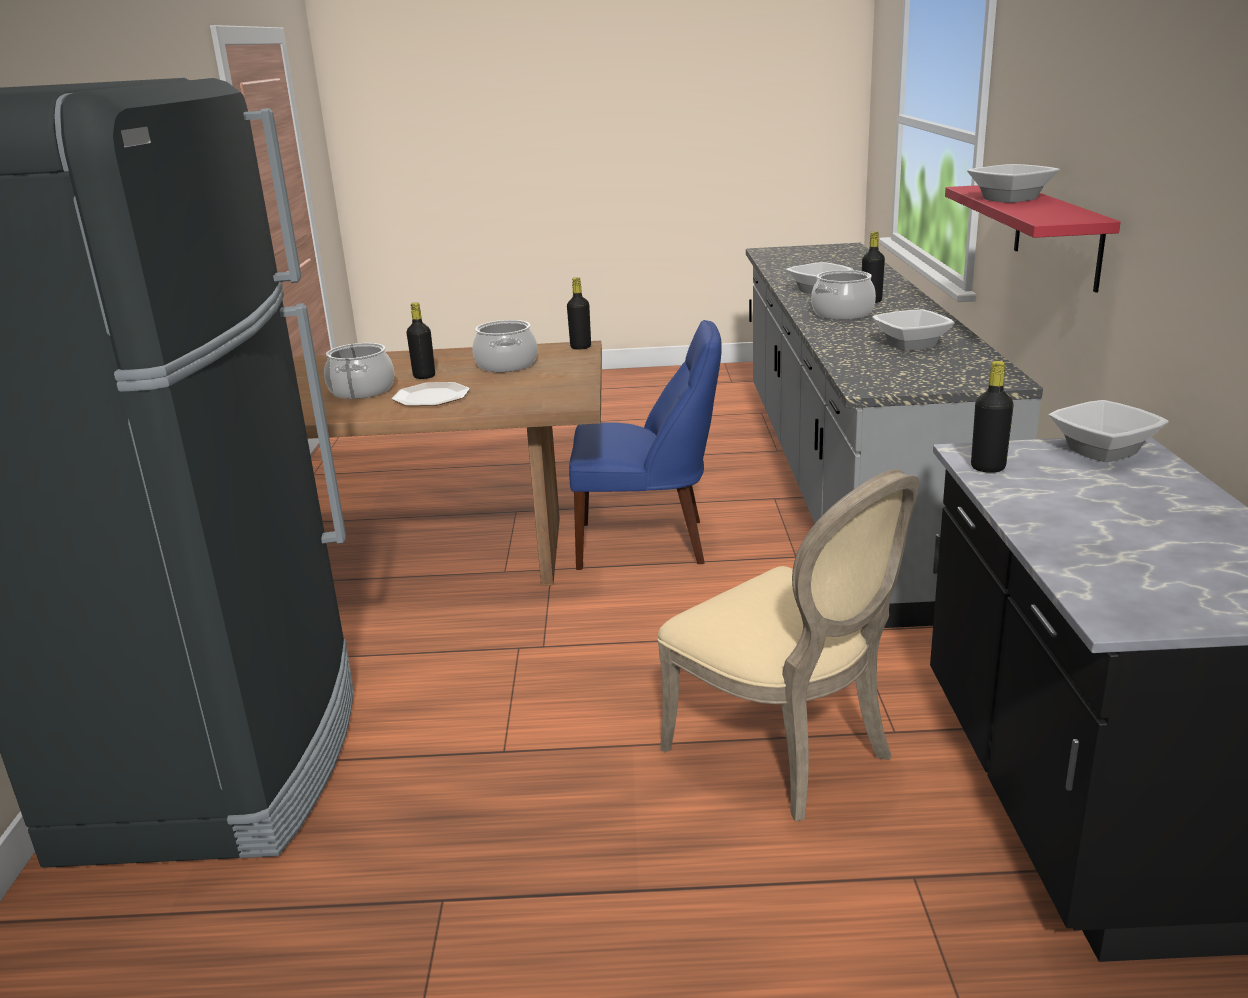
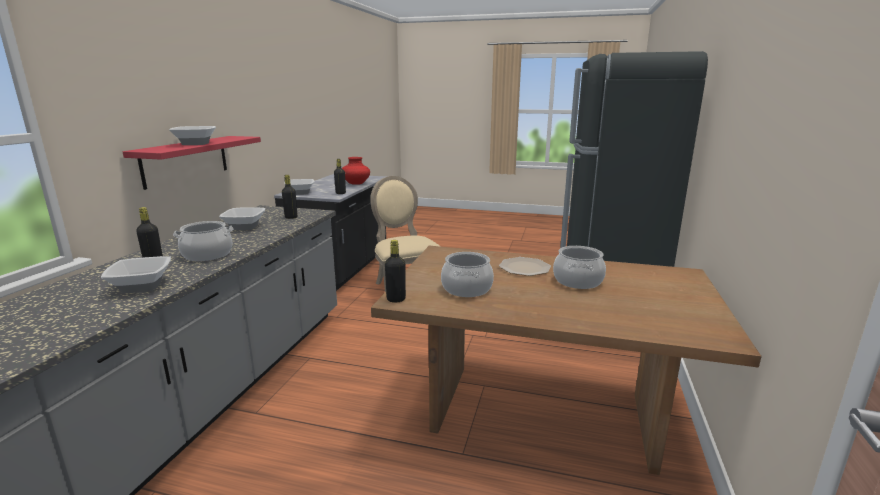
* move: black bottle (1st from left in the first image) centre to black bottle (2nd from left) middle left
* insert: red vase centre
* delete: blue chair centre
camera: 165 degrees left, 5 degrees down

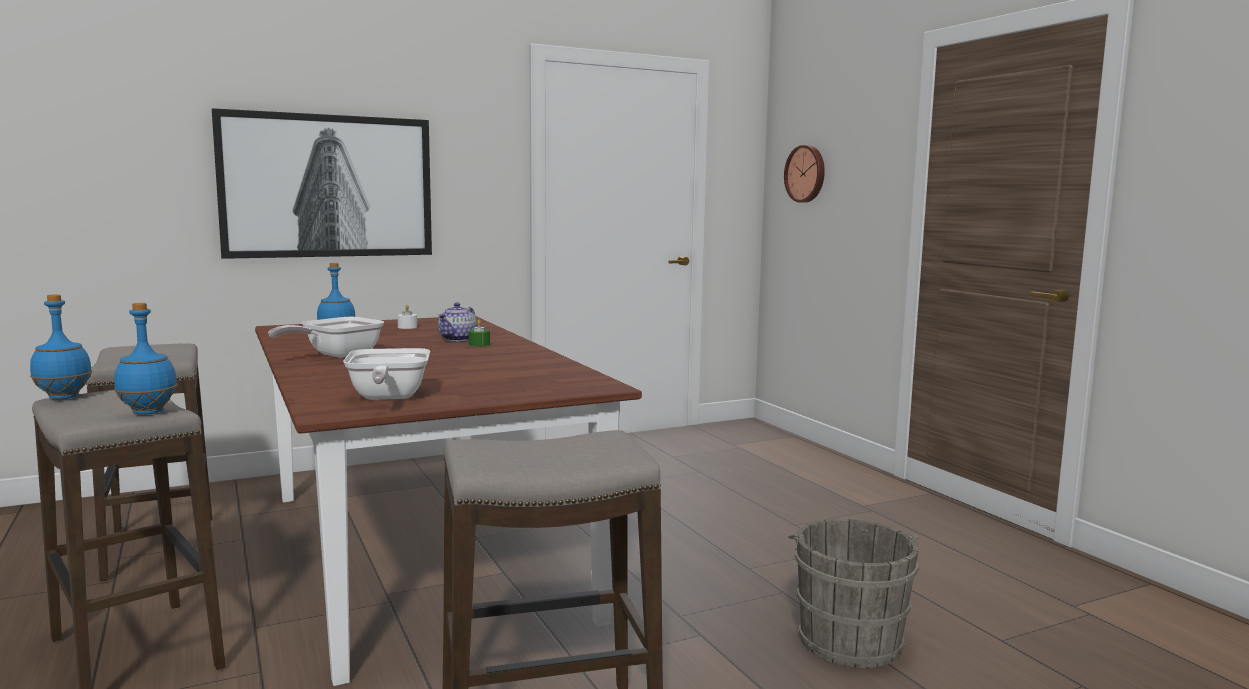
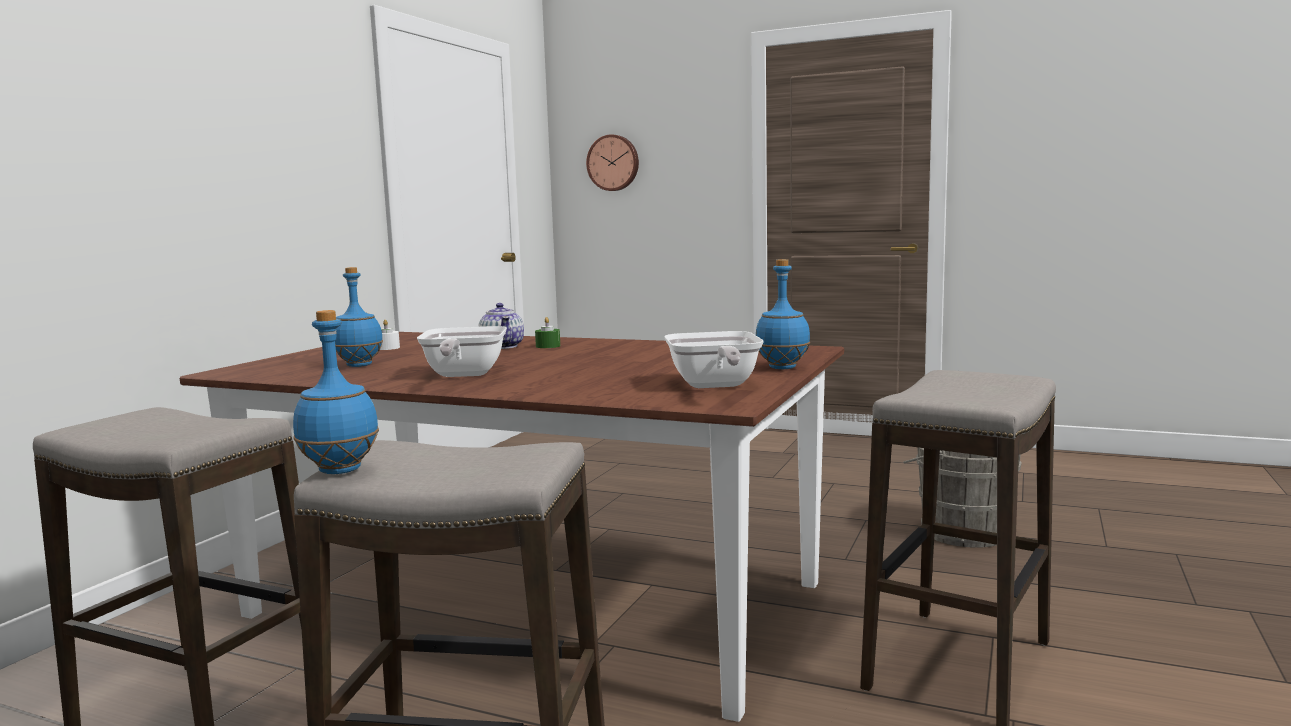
* rotate: frying pan (2nd from left) middle left = centre 45 degrees clockwise
* move: blue bottle (2nd from left in the first image) middle left to blue bottle (3rd from left) centre
* delete: picture top left
camera: 40 degrees left, 0 degrees up

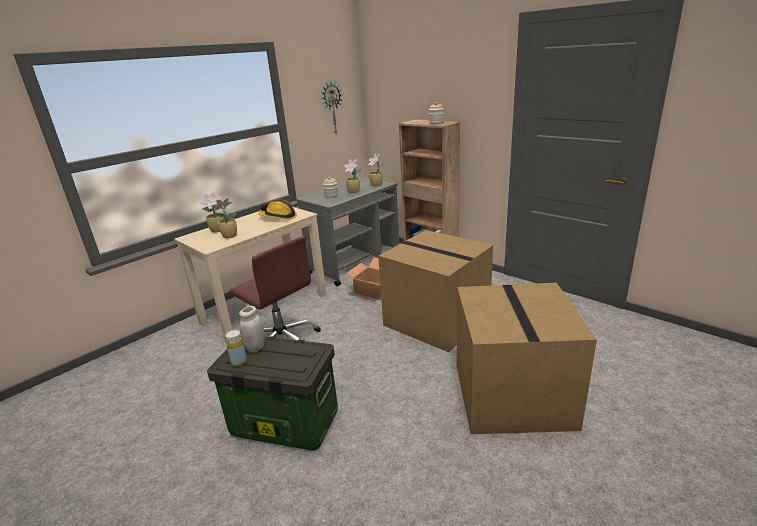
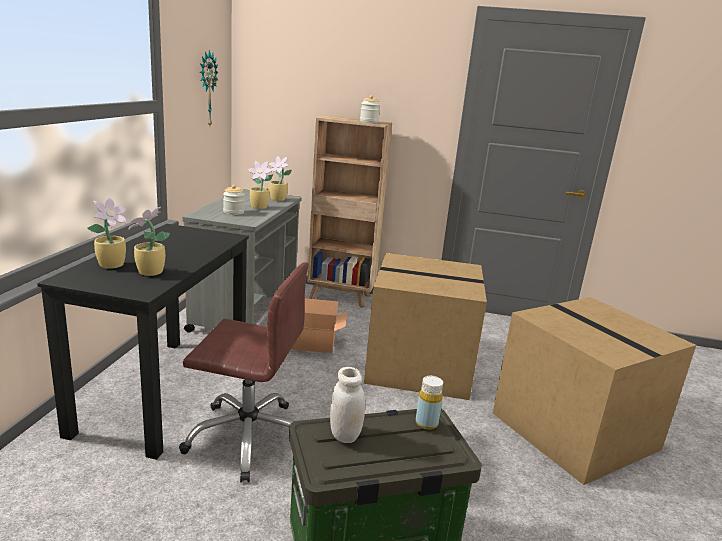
* recolor: beige desk middle left to black desk middle left
* move: yellow bottle middle left to bottom centre
* delete: hard hat centre
camera: 35 degrees left, 5 degrees down

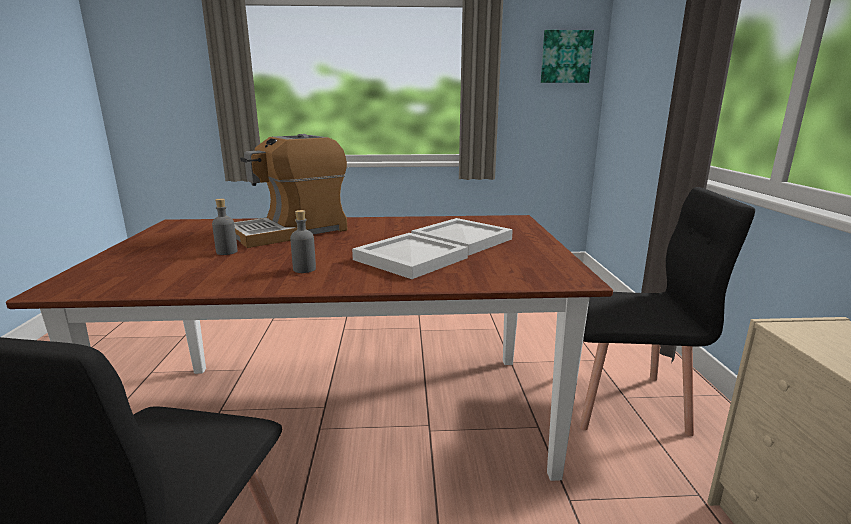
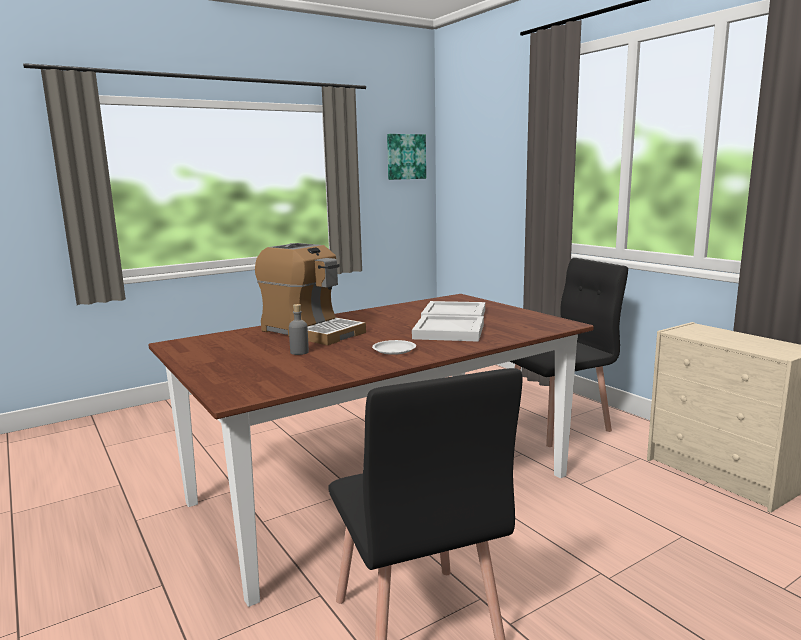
* rotate: coffee machine centre = centre 75 degrees counterclockwise
* replace: grey bottle (2nd from left) centre to white plate centre
camera: 30 degrees left, 5 degrees down

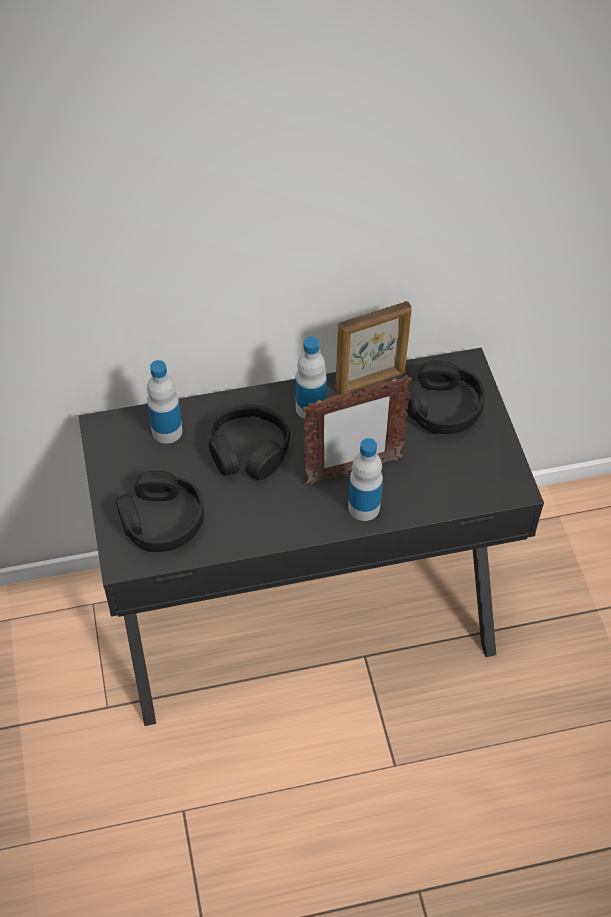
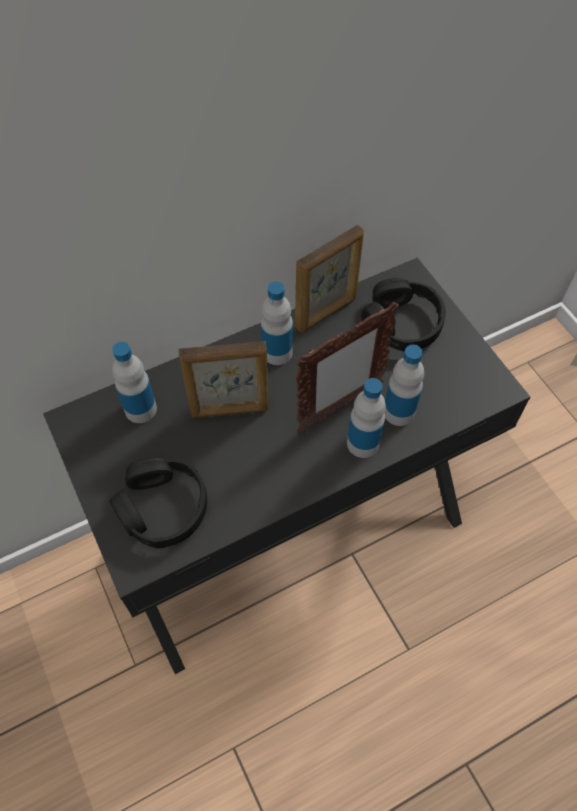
* replace: black headphones (2nd from left) centre to picture frame (1st from left) centre
* insert: bottle (4th from left) middle right
camera: 15 degrees left, 5 degrees up

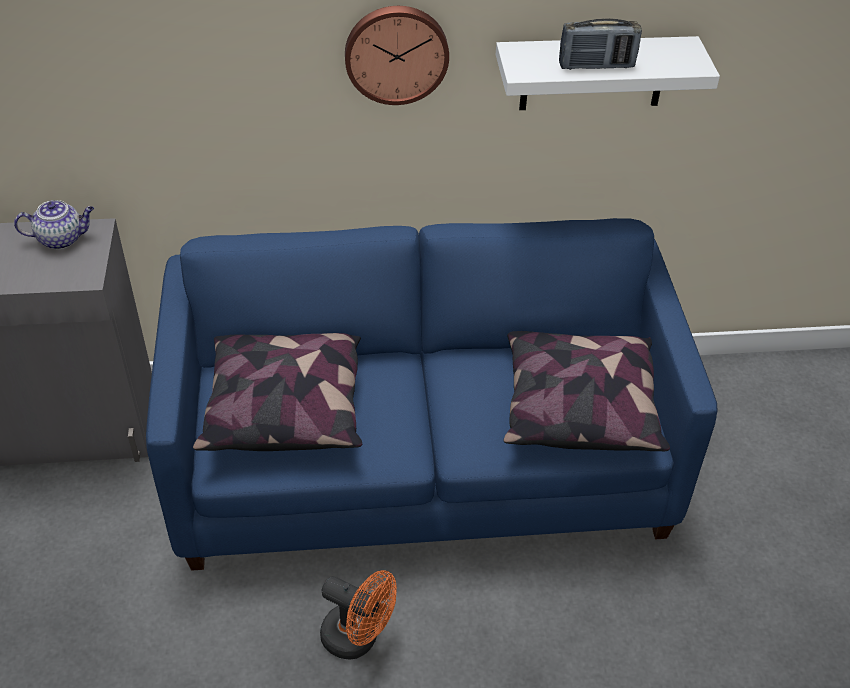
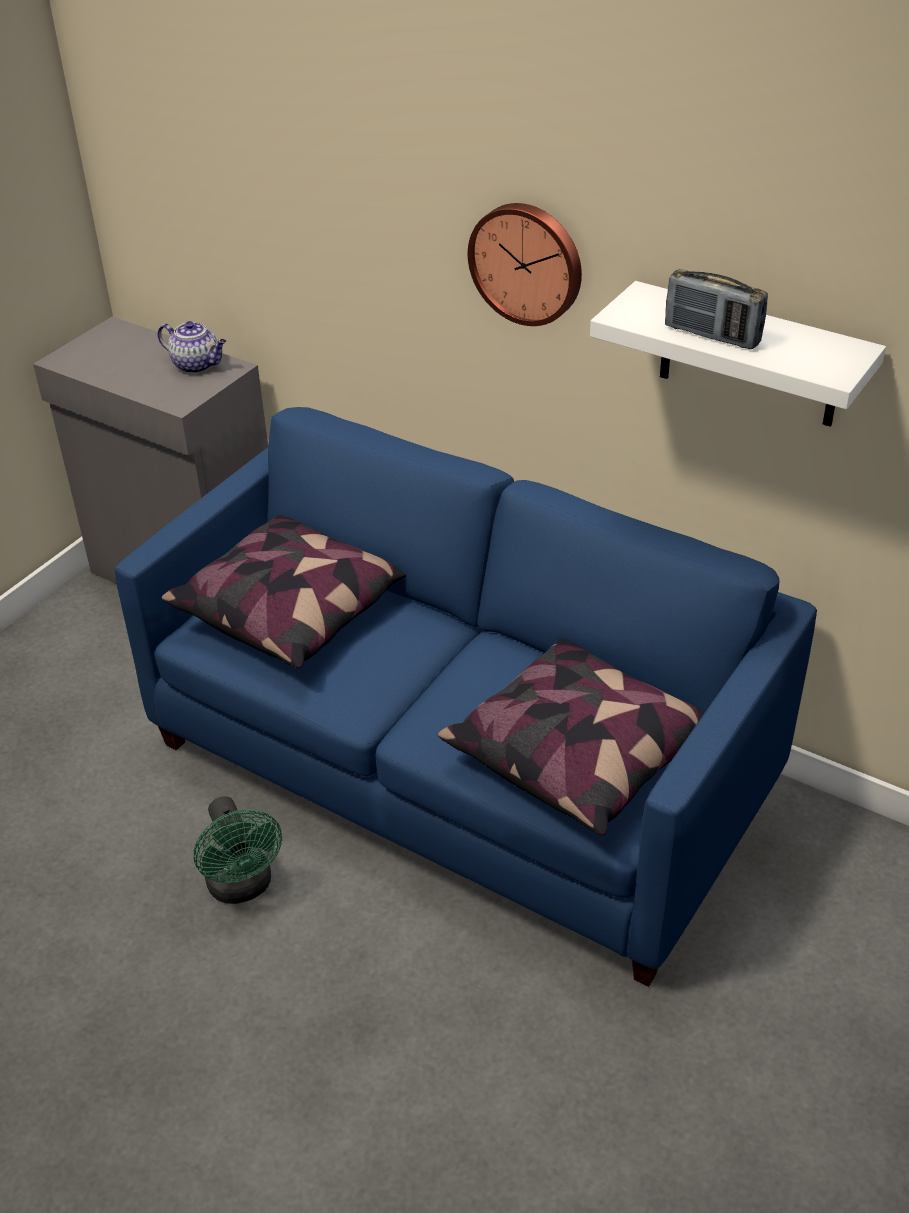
* recolor: orange fan bottom centre to green fan bottom left
camera: 40 degrees right, 5 degrees down

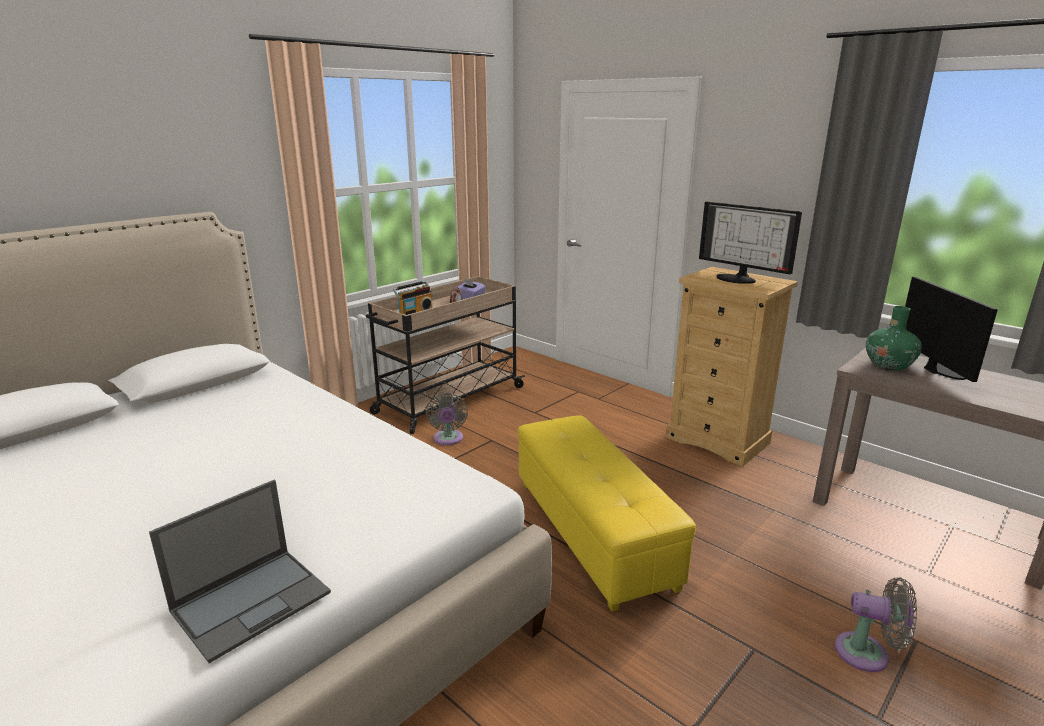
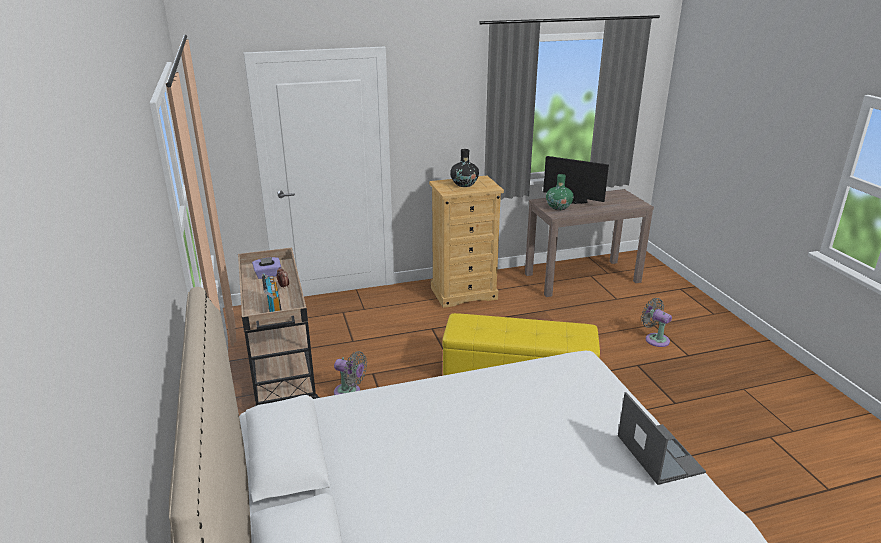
* replace: monitor (1st from left) middle right to black vase top centre
* rotate: grey fan (2nd from left) bottom right = middle right 90 degrees counterclockwise
camera: 60 degrees left, 5 degrees up

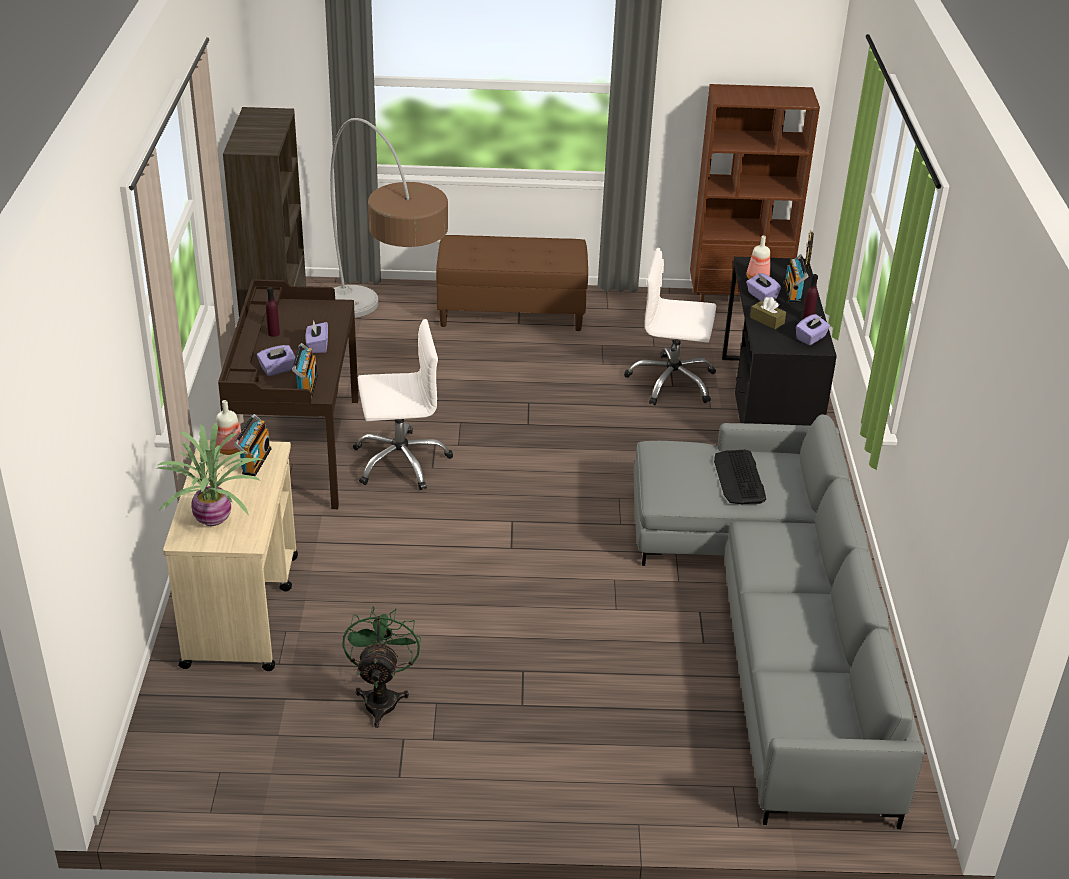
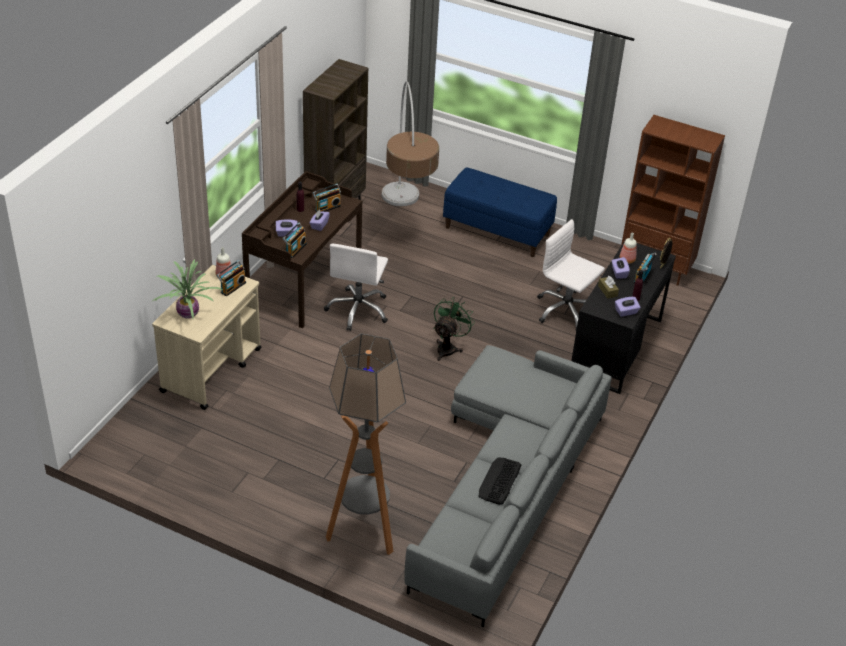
* insert: radio (3rd from left) top centre
* rotate: white office chair (1st from left) centre = centre 90 degrees clockwise
* insert: floor lamp (1st from left) bottom centre
* move: green fan bottom centre to centre
* recolor: brown bench top centre to blue bench top centre
* move: keyboard middle right to bottom centre
camera: 25 degrees right, 5 degrees up

